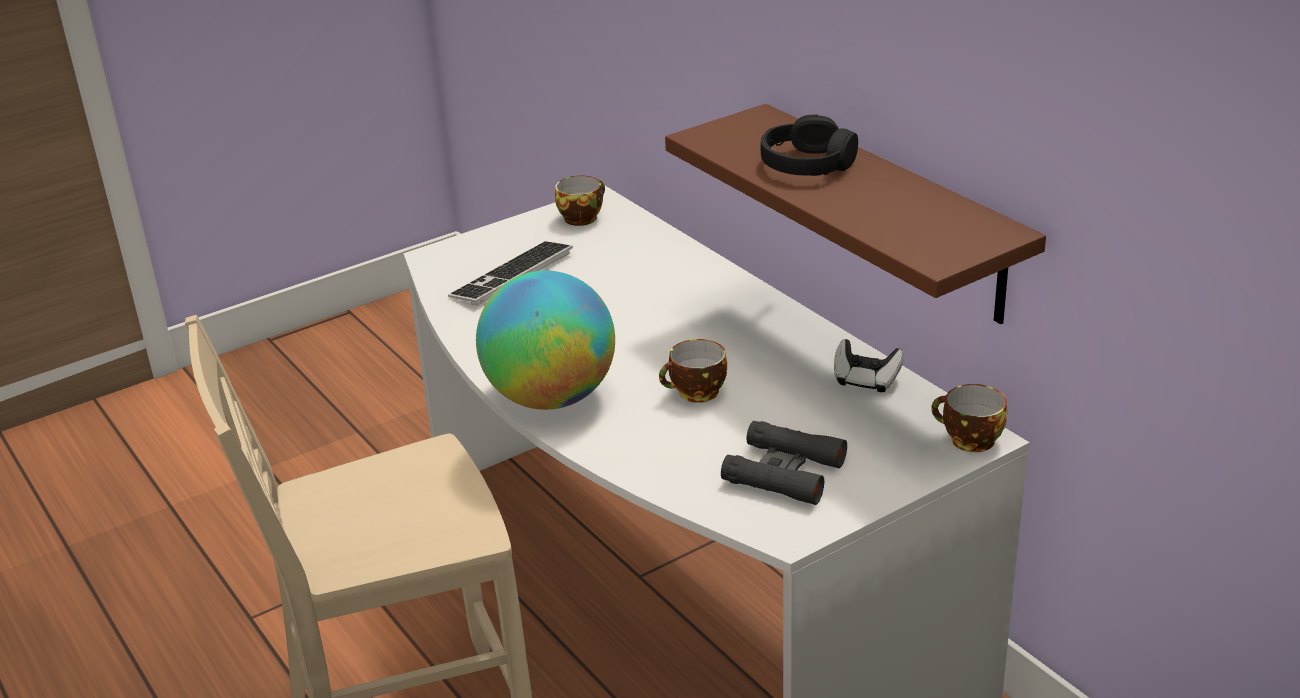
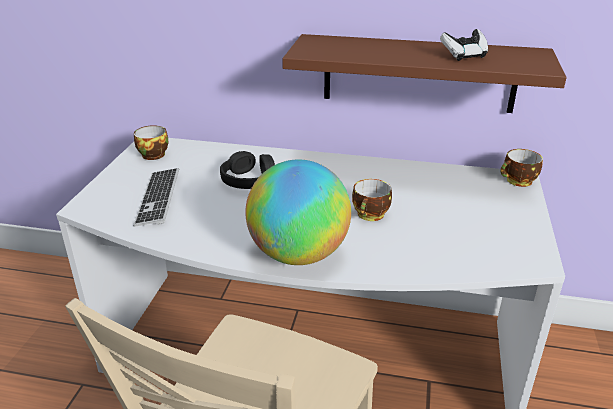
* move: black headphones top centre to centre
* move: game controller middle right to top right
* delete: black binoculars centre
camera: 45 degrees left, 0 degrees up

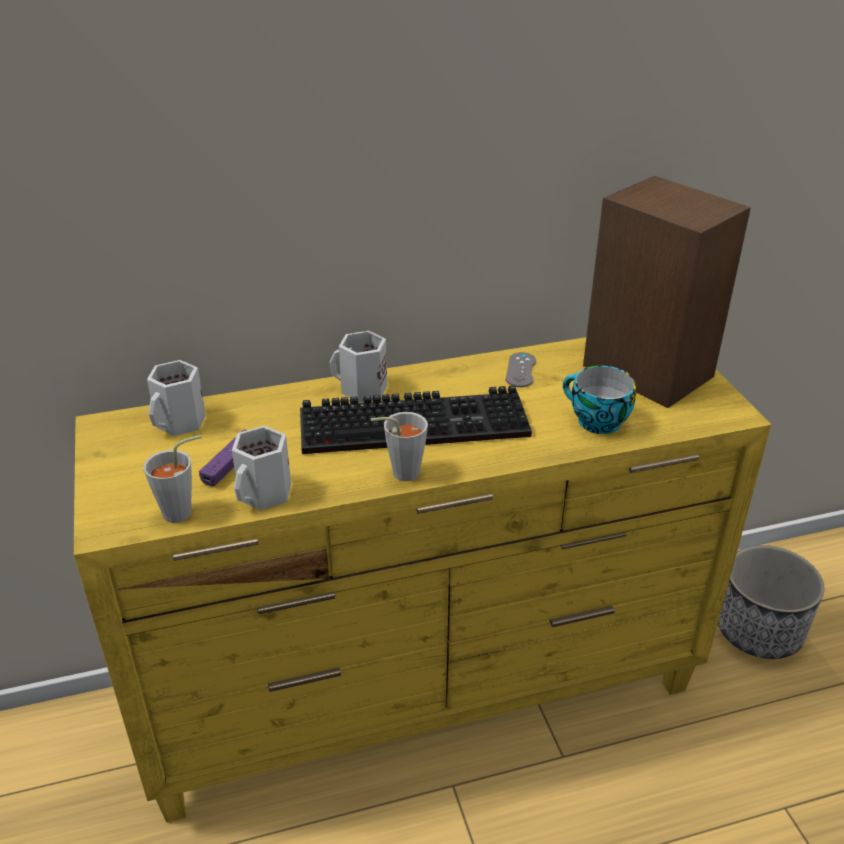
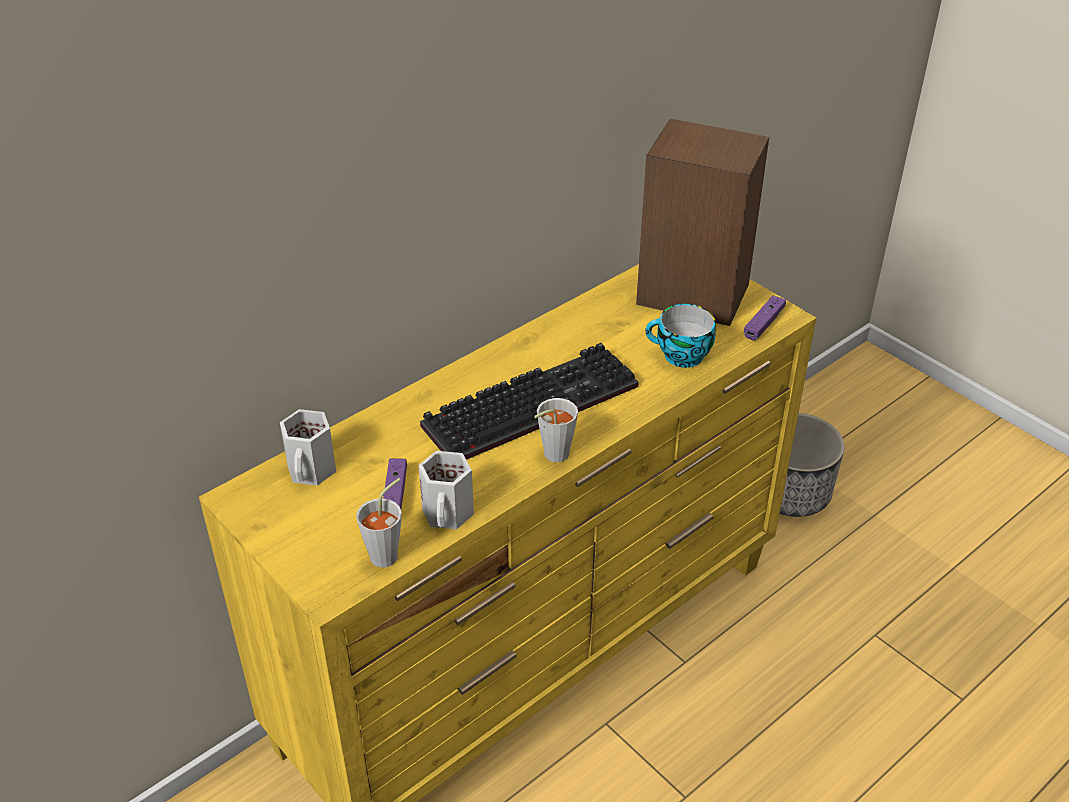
* insert: purple game controller (2nd from left) middle right
* delete: white mug (3rd from left) centre
* delete: grey game controller centre
camera: 25 degrees left, 5 degrees up

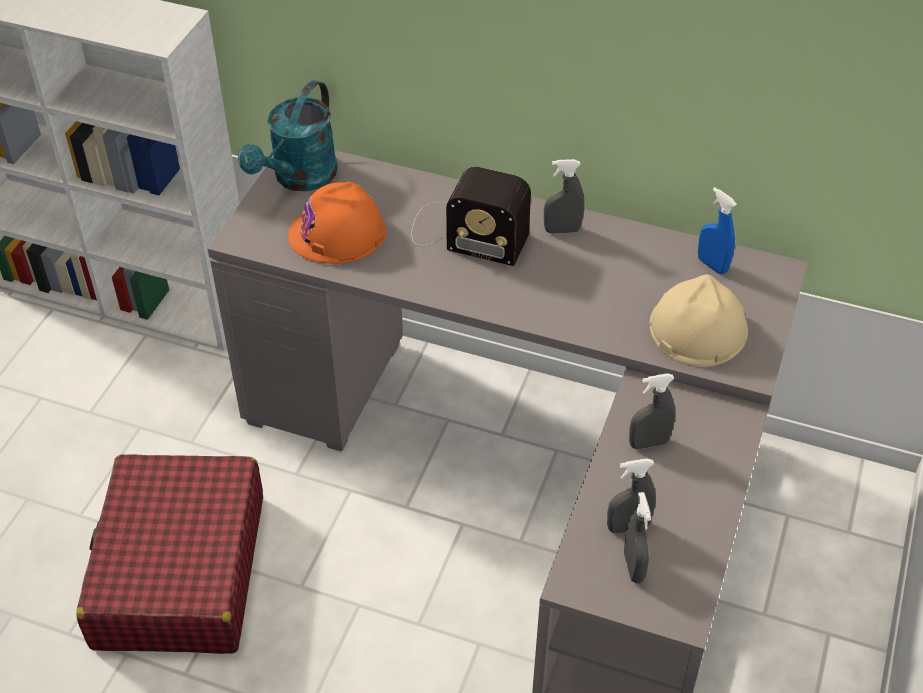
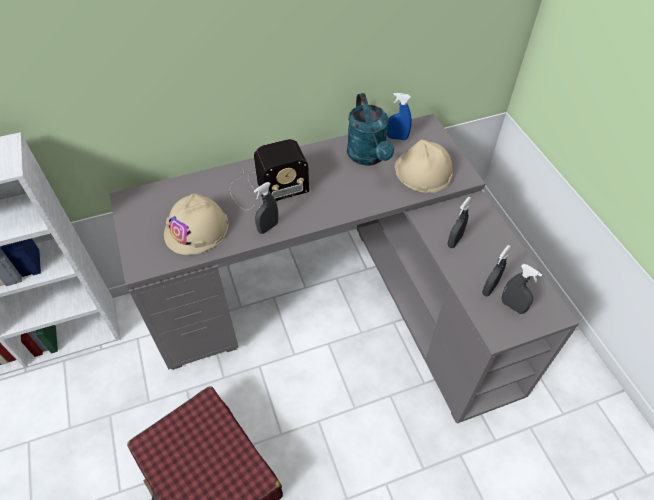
* recolor: orange hard hat top centre to beige hard hat (1st from left) middle left
* move: grey spray bottle (1st from left) top centre to centre
* move: turquoise watering can top left to top centre
camera: 40 degrees left, 5 degrees up

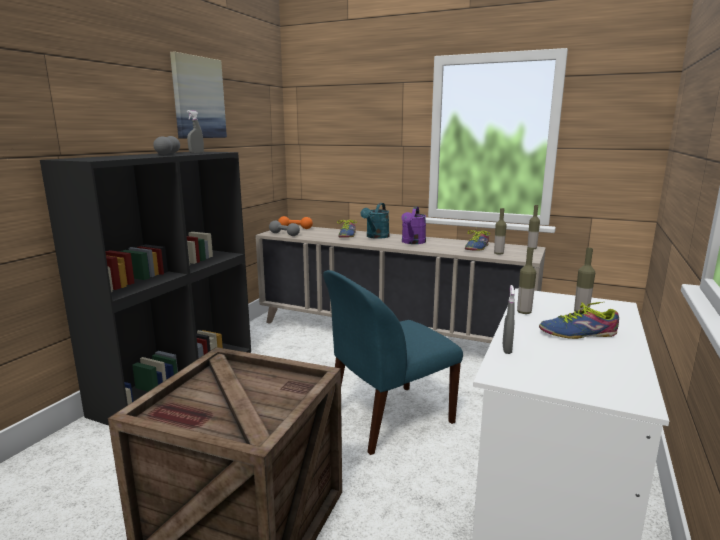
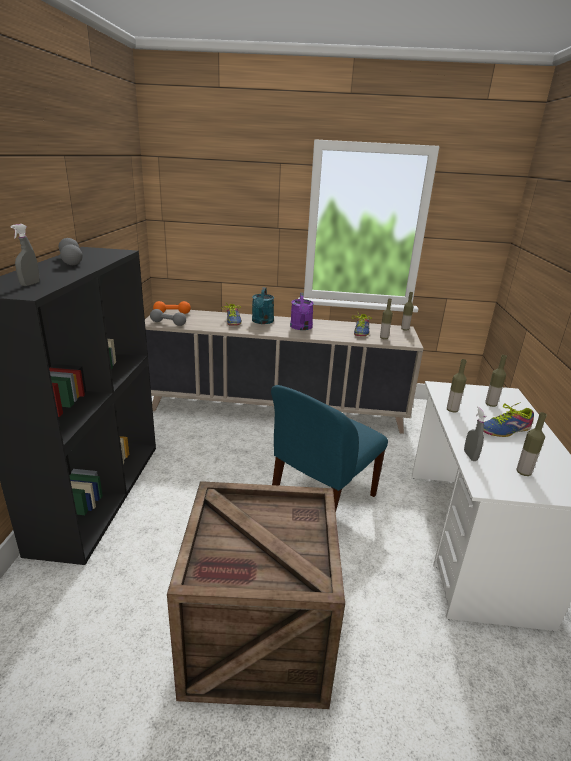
* move: grey spray bottle (1st from left) top left to middle left
* insert: bottle (5th from left) middle right
* delete: picture top left
camera: 20 degrees left, 10 degrees up

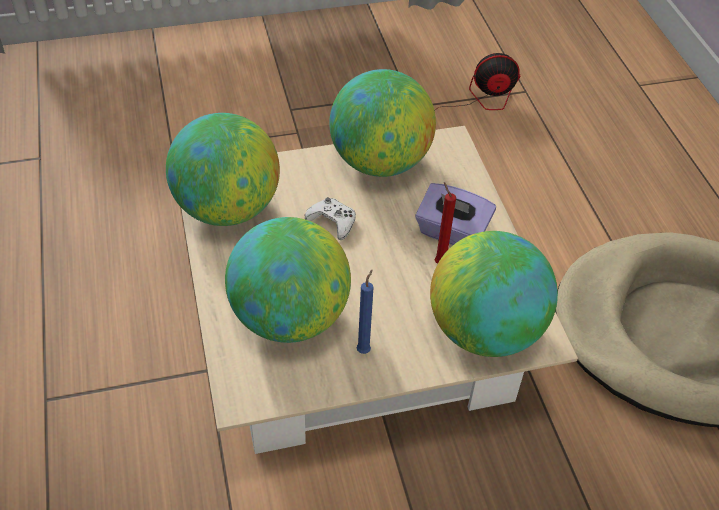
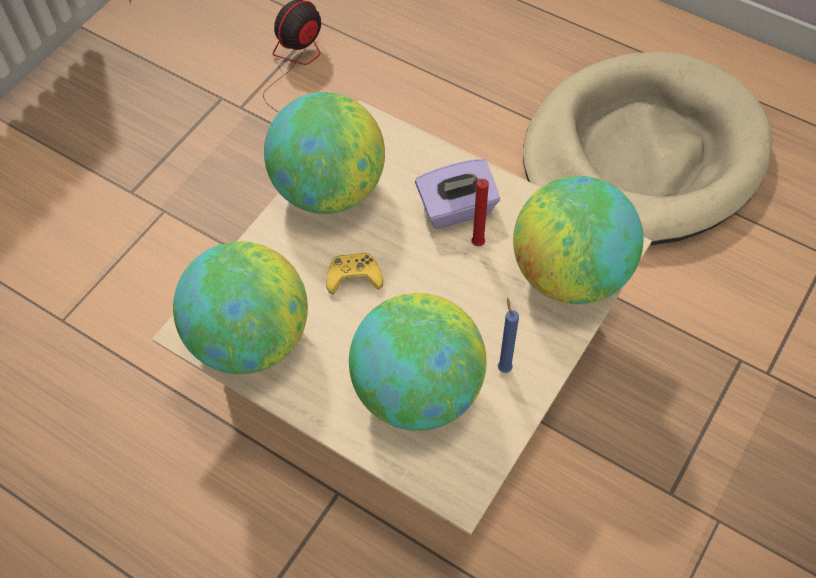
* recolor: white game controller centre to yellow game controller centre
camera: 40 degrees left, 10 degrees up

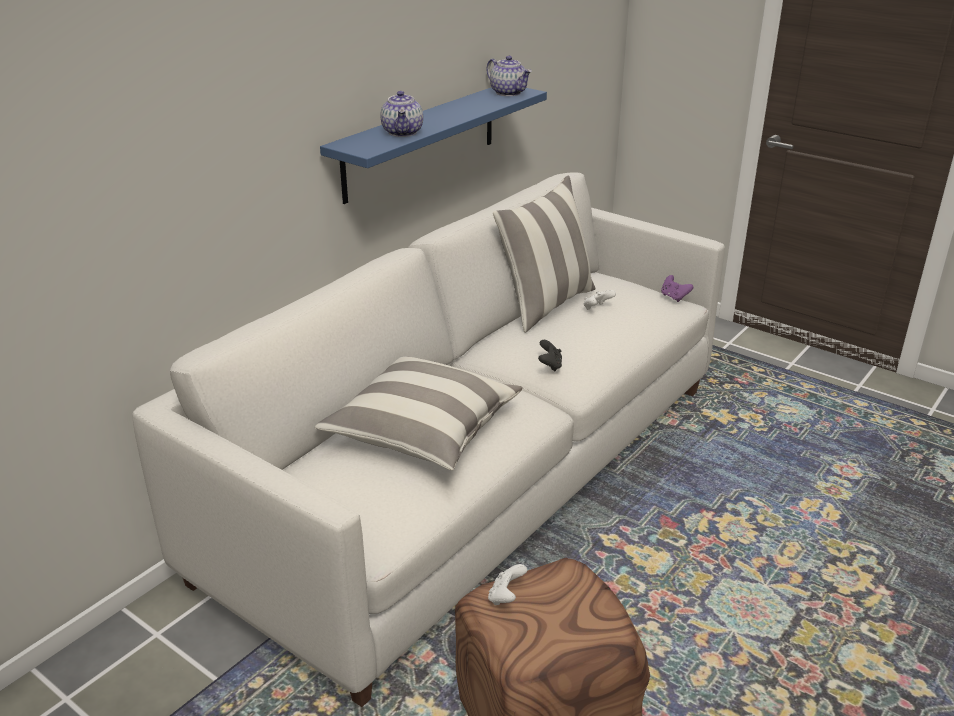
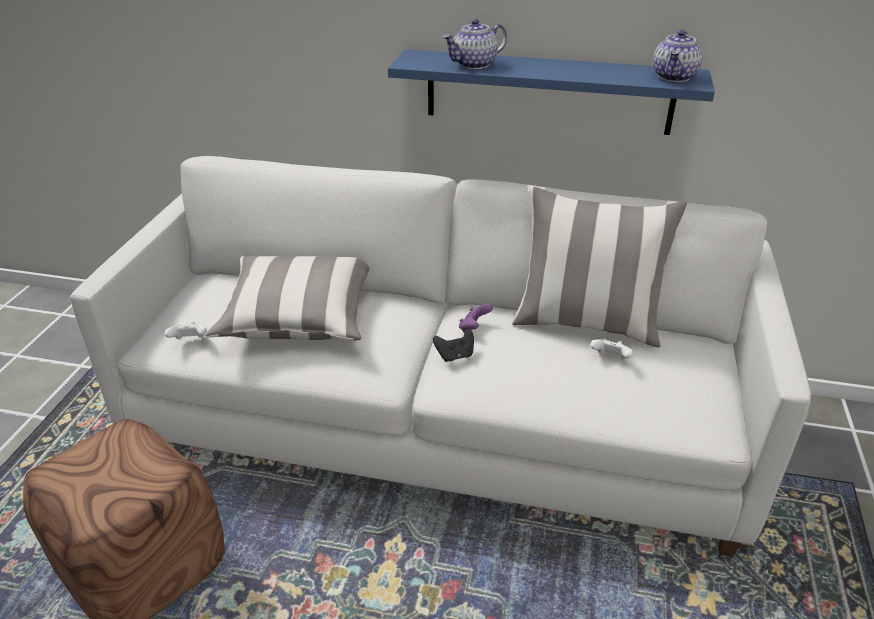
* move: white game controller (1st from left) bottom centre to middle left
* move: purple game controller middle right to centre
camera: 65 degrees right, 5 degrees up

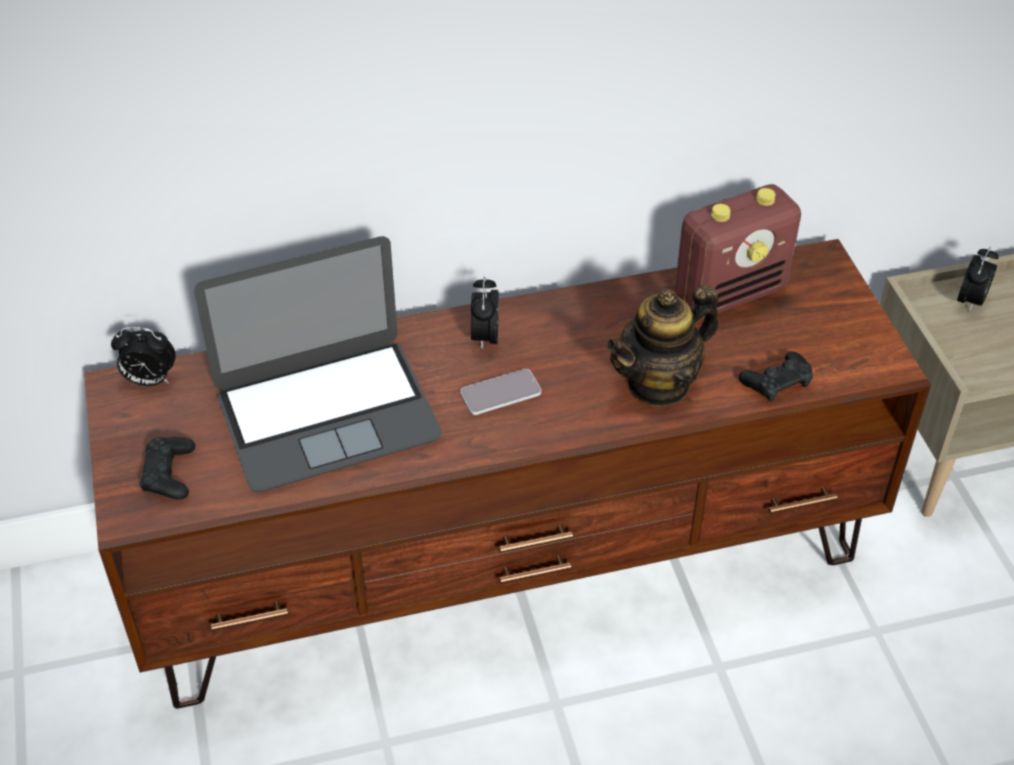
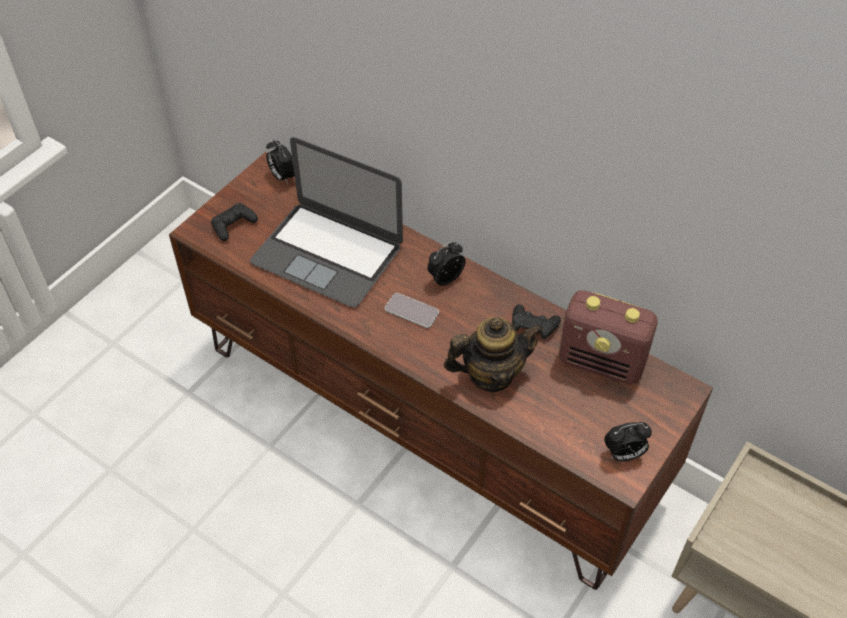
* rotate: teapot centre = centre 150 degrees clockwise
* move: black game controller (2nd from left) middle right to centre
* move: alarm clock (3rd from left) middle right to bottom right
camera: 50 degrees right, 5 degrees up

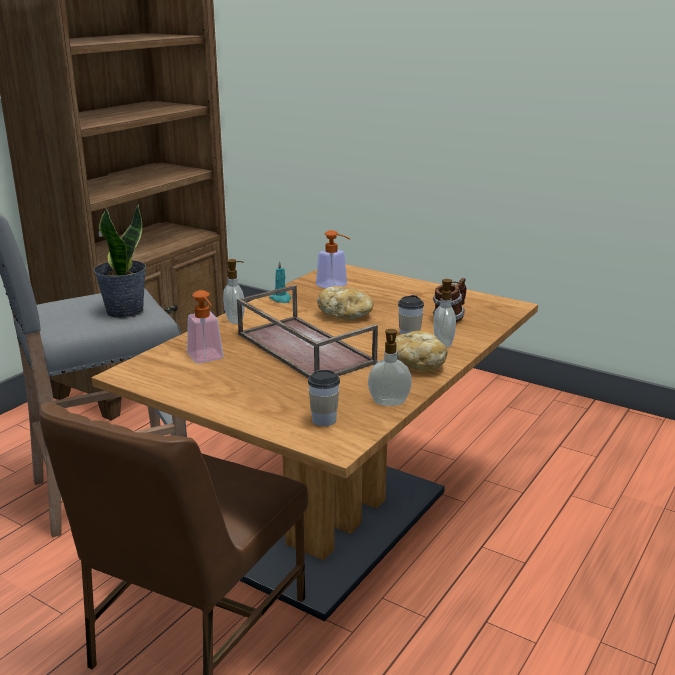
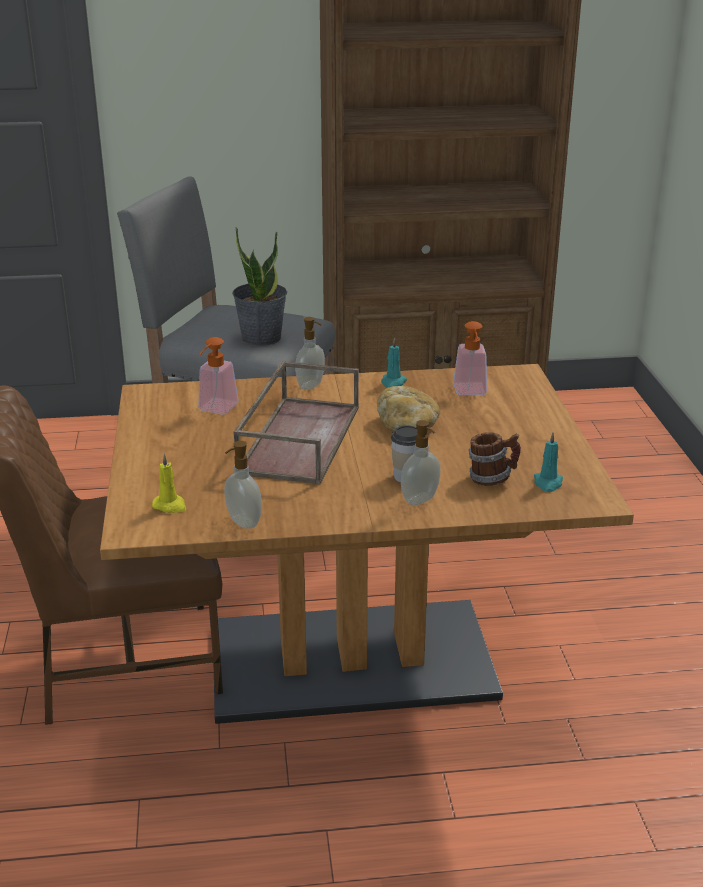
* replace: cup (1st from left) centre to yellow candle middle left
* insert: turquoise candle (2nd from left) middle right
* delete: bread (2nd from left) centre
camera: 50 degrees right, 5 degrees up

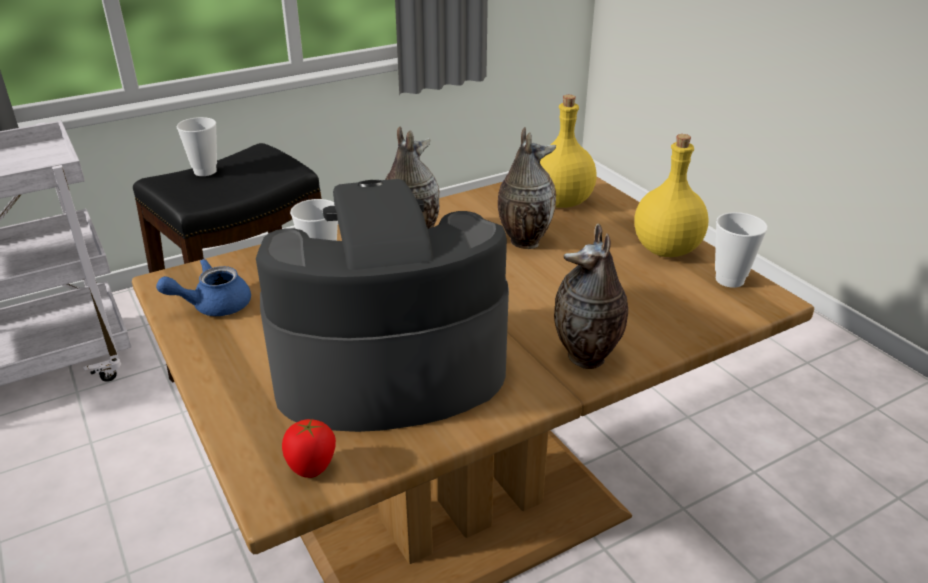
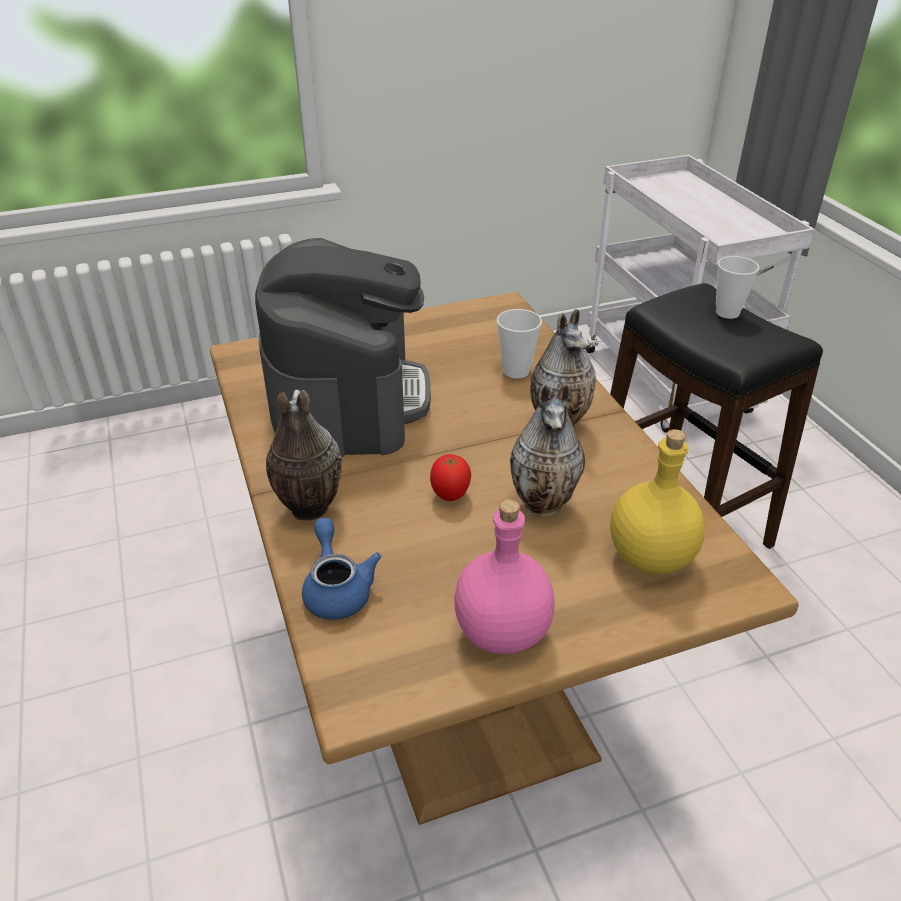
* move: blue teapot middle left to centre
* move: tomato bottom left to centre
* recolor: yellow bottle (2nd from left) middle right to pink bottle centre
* delete: cup (3rd from left) middle right
camera: 100 degrees right, 5 degrees up

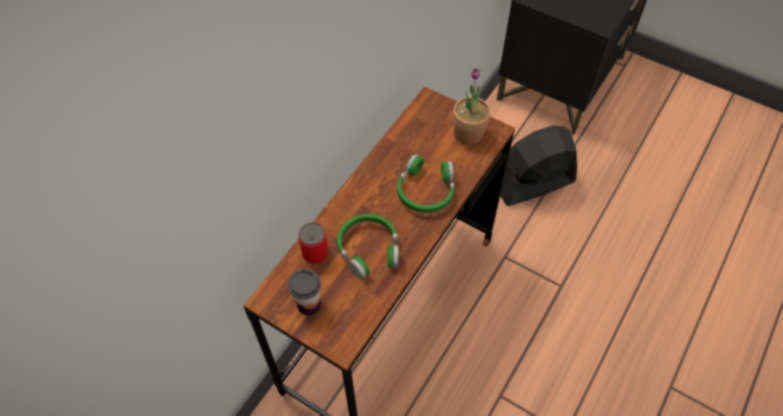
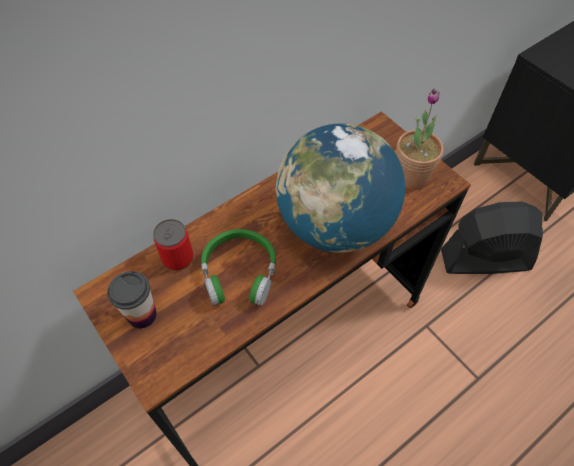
* replace: green headphones (2nd from left) centre to globe centre
camera: 20 degrees right, 0 degrees up

